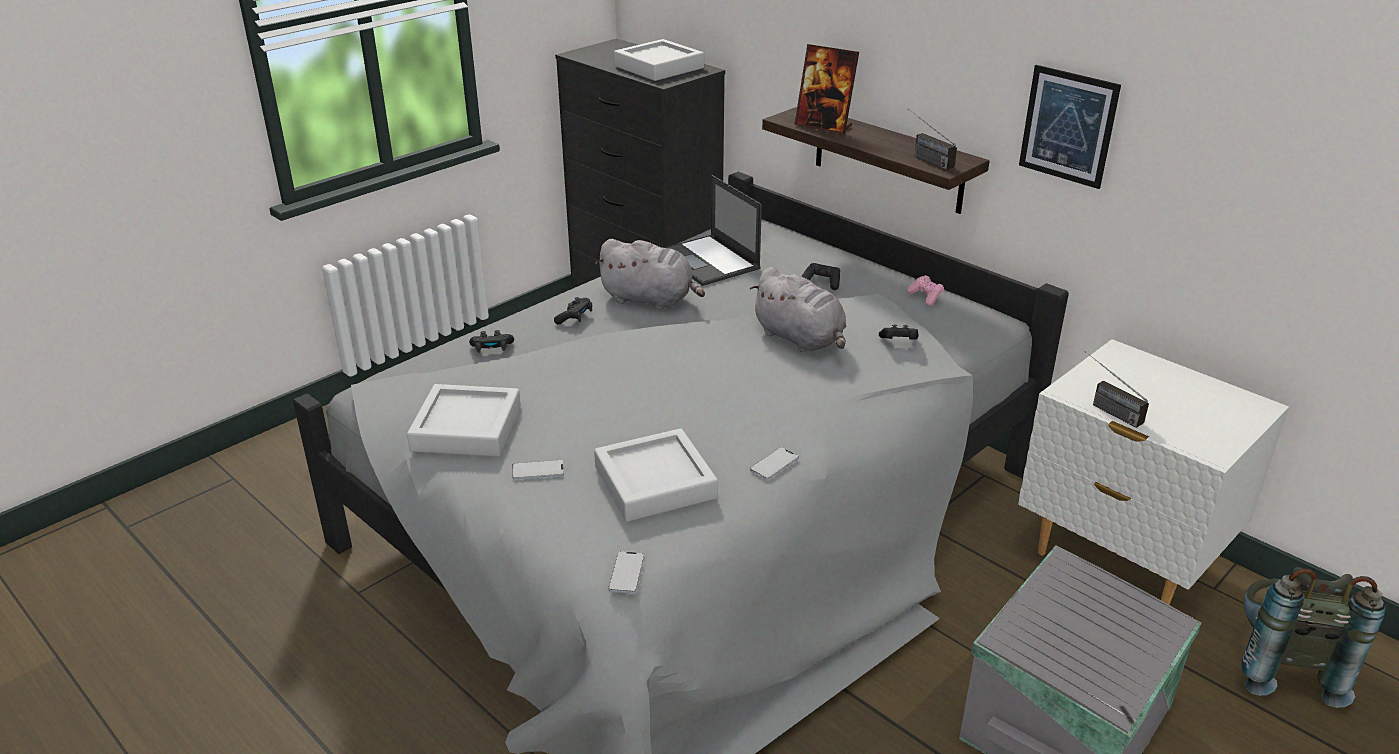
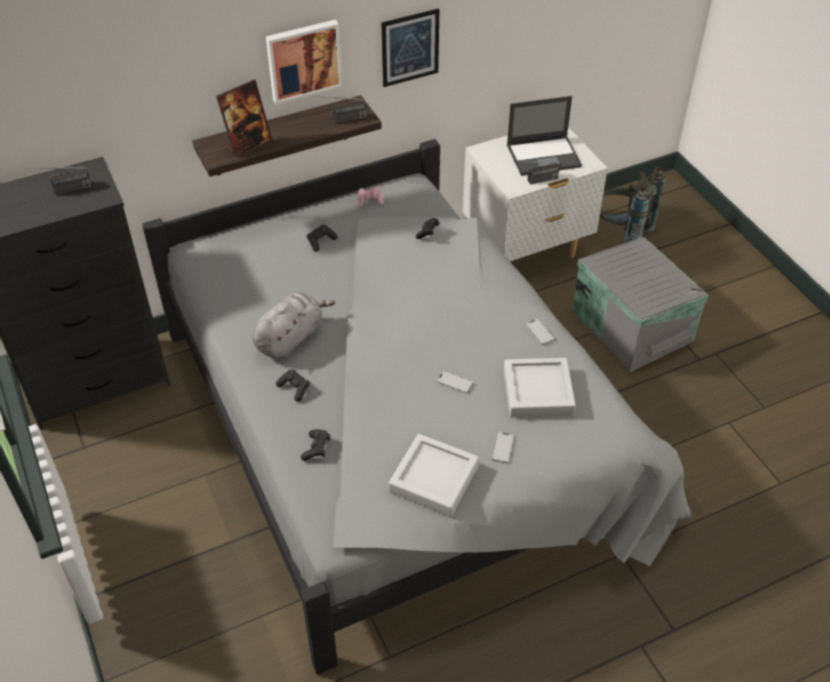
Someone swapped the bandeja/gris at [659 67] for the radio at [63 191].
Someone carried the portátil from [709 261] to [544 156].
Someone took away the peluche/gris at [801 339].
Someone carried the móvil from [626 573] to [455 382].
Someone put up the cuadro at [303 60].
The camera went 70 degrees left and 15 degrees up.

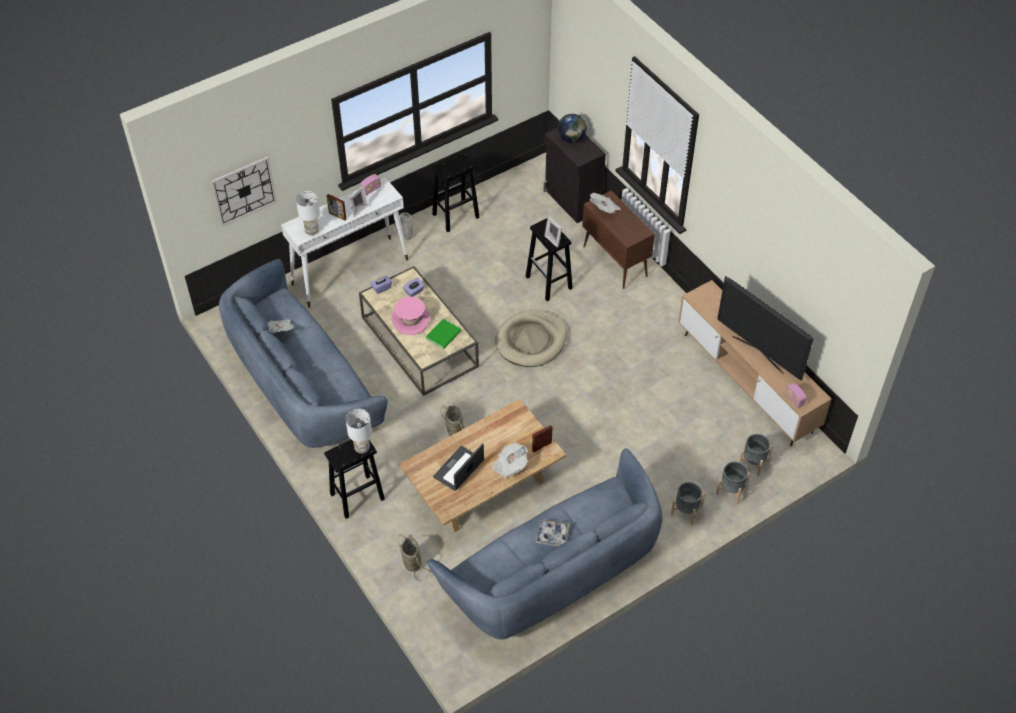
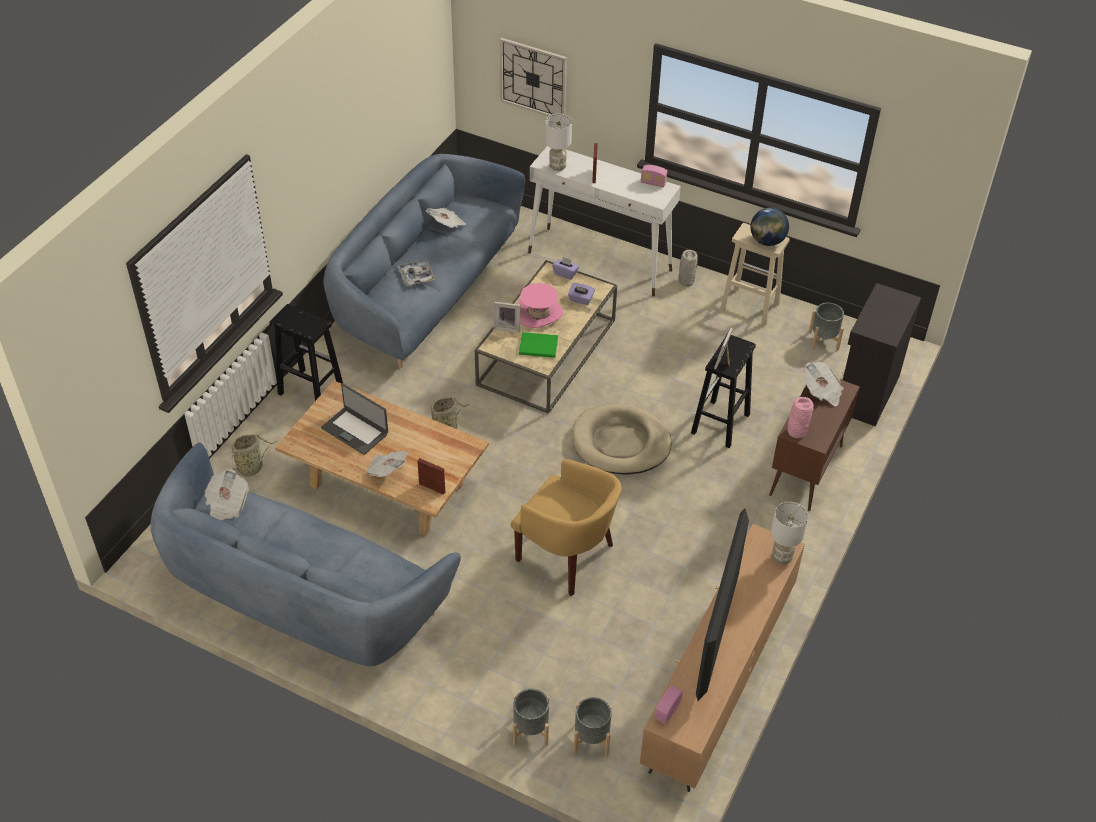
Someone carried the globo terráqueo from [571 139] to [767 241].
Someone repainted the taburete/negro at [455 216], which became the taburete/beis at [748 306].
Someone carried the portarretratos from [358 209] to [507 327].
Someone carried the lámpara de mesa/blanco from [362 448] to [782 558].
Someone rotated the portátil at [459 469] by 150 degrees counterclockwise.
Someone carried the maceta/gris from [686 511] to [824 340].
Someone carried the bandeja from [552 535] to [416 276].
Someone put down the florero/rosa at [796 431].
Someone put down the sillón/amarillo at [567 556].
Someone put down the periódico at [227 504].
The camera went 60 degrees right and 5 degrees down.

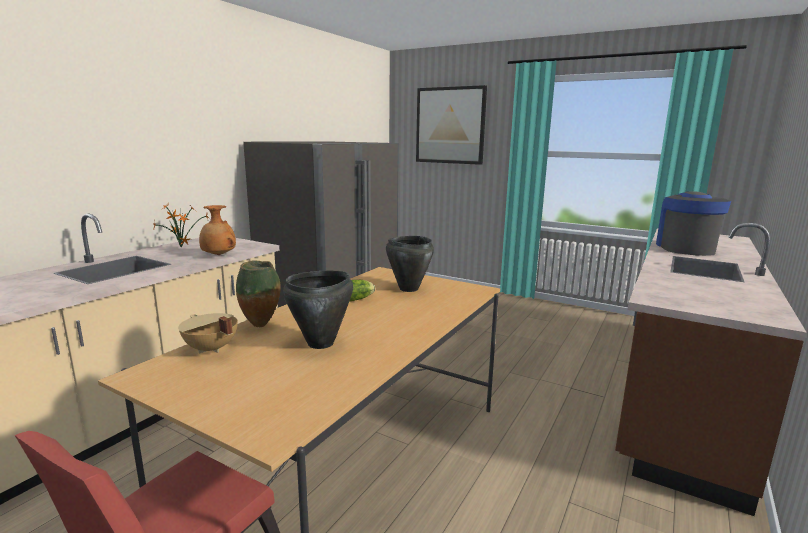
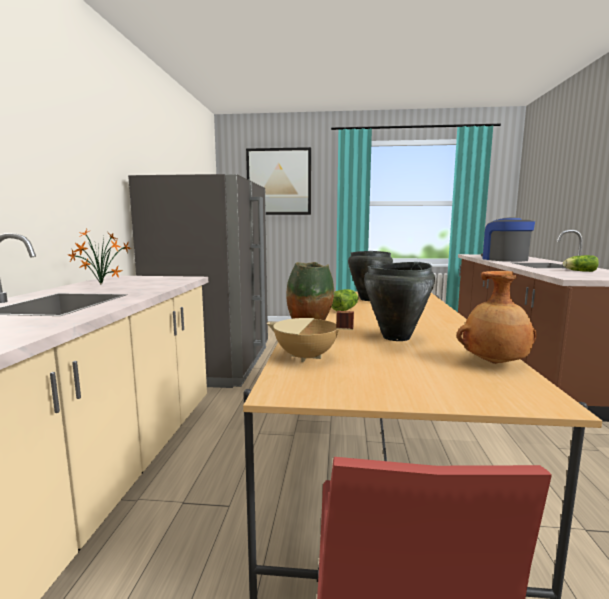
Someone carried the florero/marrón from [218 255] to [495 363].
Someone put down the lechuga at [579 271].
The camera went 25 degrees left and 5 degrees down.

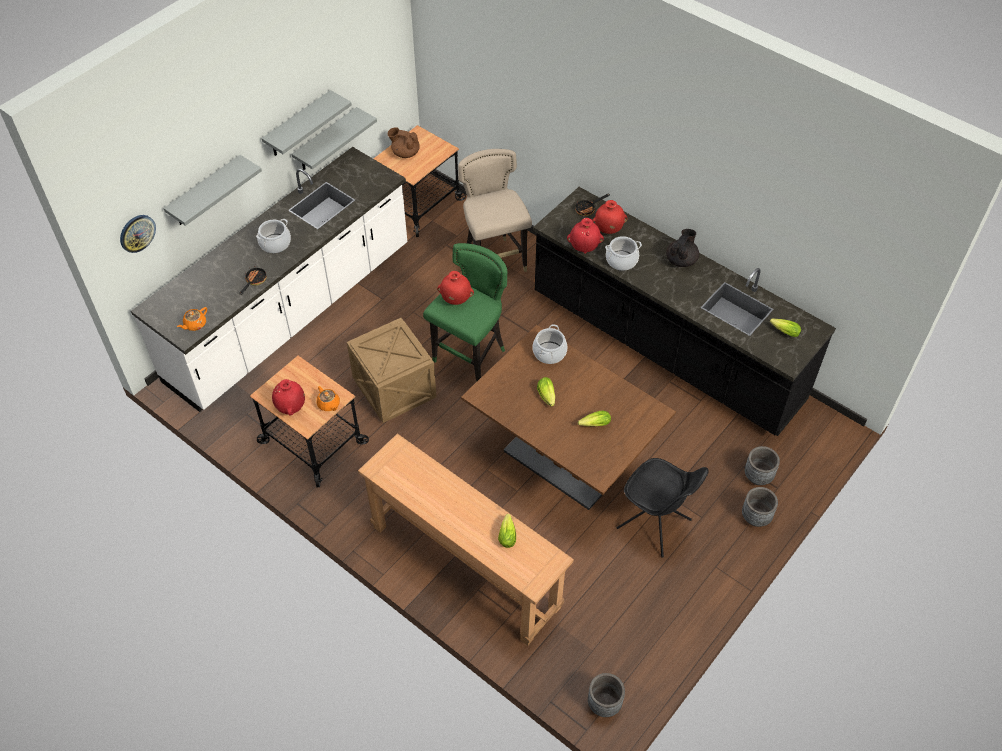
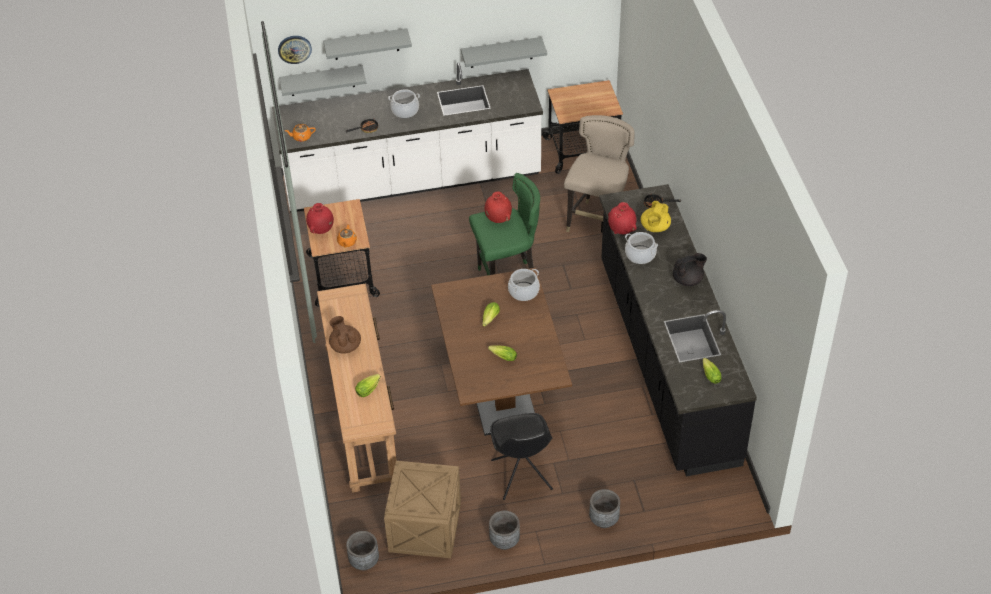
Someone carried the estante/gris from [298 125] to [322 80].
Someone carried the tetera/marrón from [405 153] to [345 346].
Someone swapped the florero/rojo at [608 230] for the tetera/amarillo at [655 227].
Someone carried the caja de embalaje from [395 389] to [425 528].
Someone carried the maceta/gris from [758 476] to [504 541].
The camera went 40 degrees right and 5 degrees down.

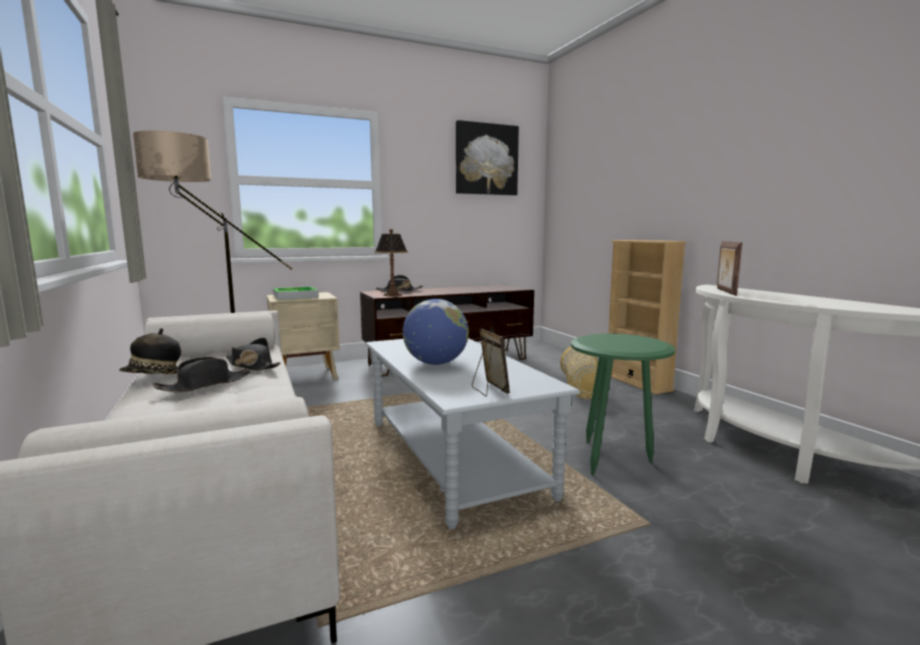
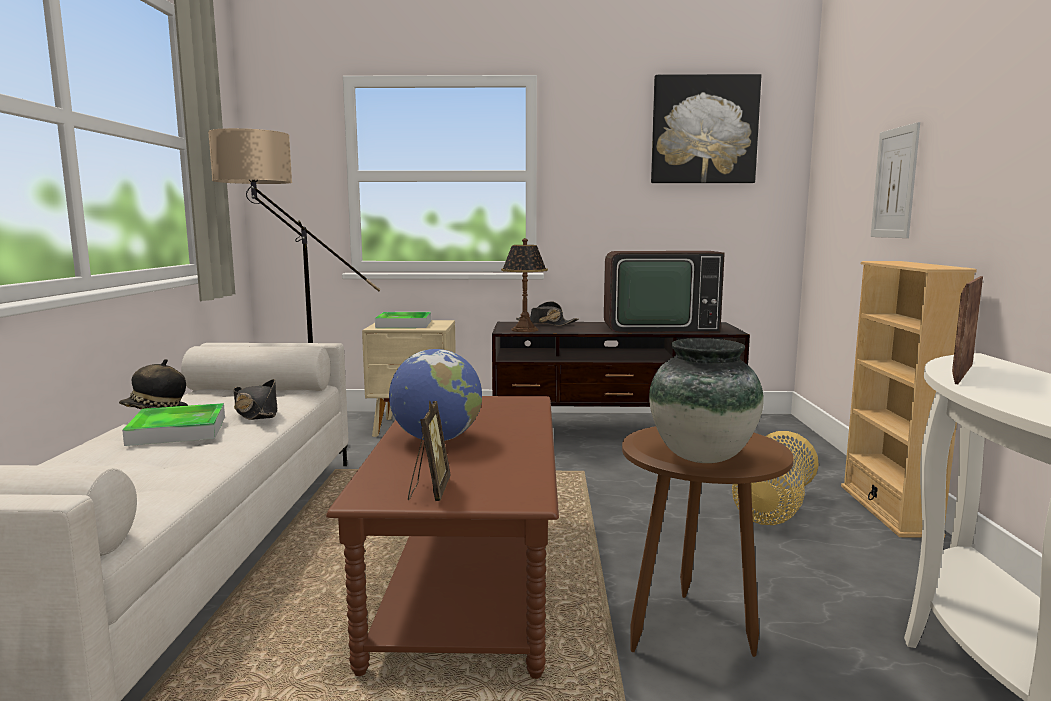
Someone repainted the mesa auxiliar/verde at [614 460], which became the mesa auxiliar/marrón at [696 635].
Someone repainted the mesa de centro/gris at [453 457], which became the mesa de centro/marrón at [468 574].
Someone swapped the sombrero/negro at [205 385] for the bandeja at [178 430].
Someone put up the cuadro at [895 183].
Someone put down the televisor at [657 328].
Someone put down the florero at [703 457].
The camera went 25 degrees right and 0 degrees up.

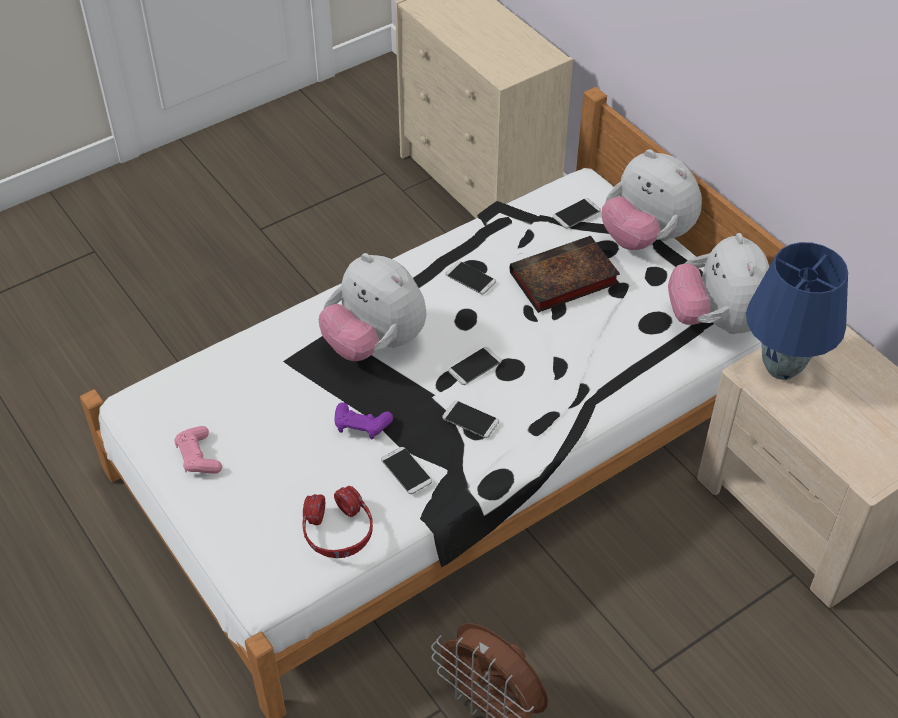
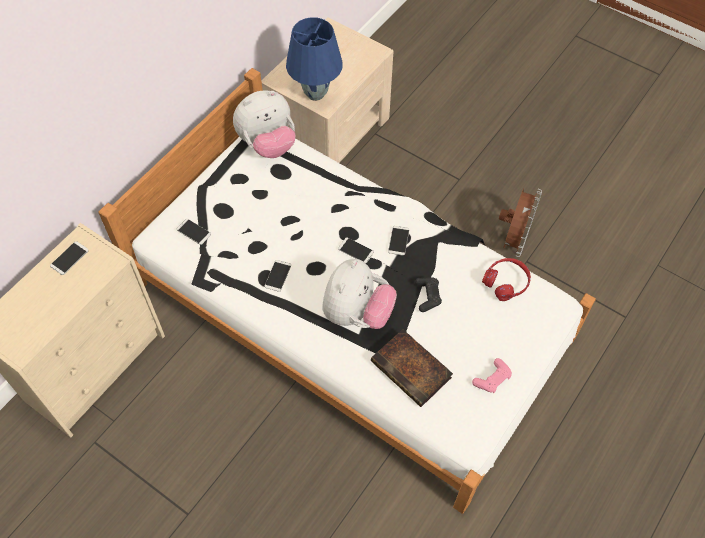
Someone took away the peluche at [646 237].
Someone carried the libro from [562 280] to [413 370].
Someone repainted the mando de consola/morado at [361 426], which became the mando de consola/negro at [428 296].
Someone carried the móvil from [406 471] to [69 258].
The camera went 110 degrees left and 10 degrees up.

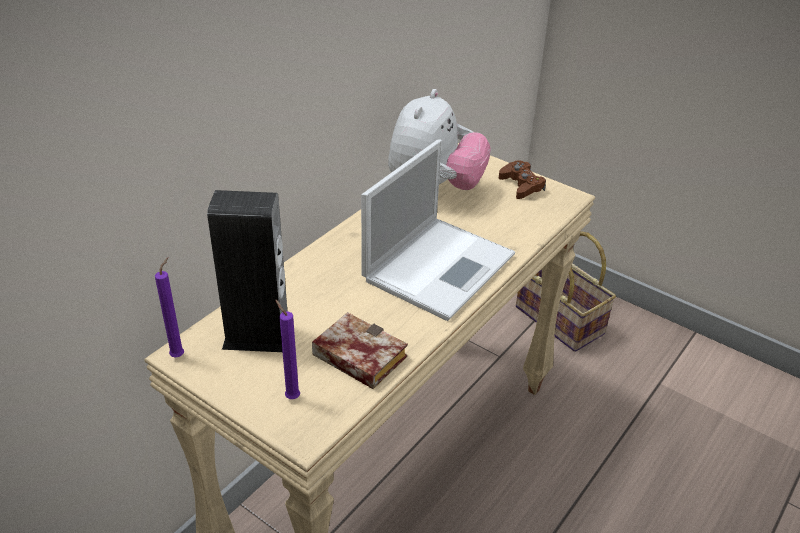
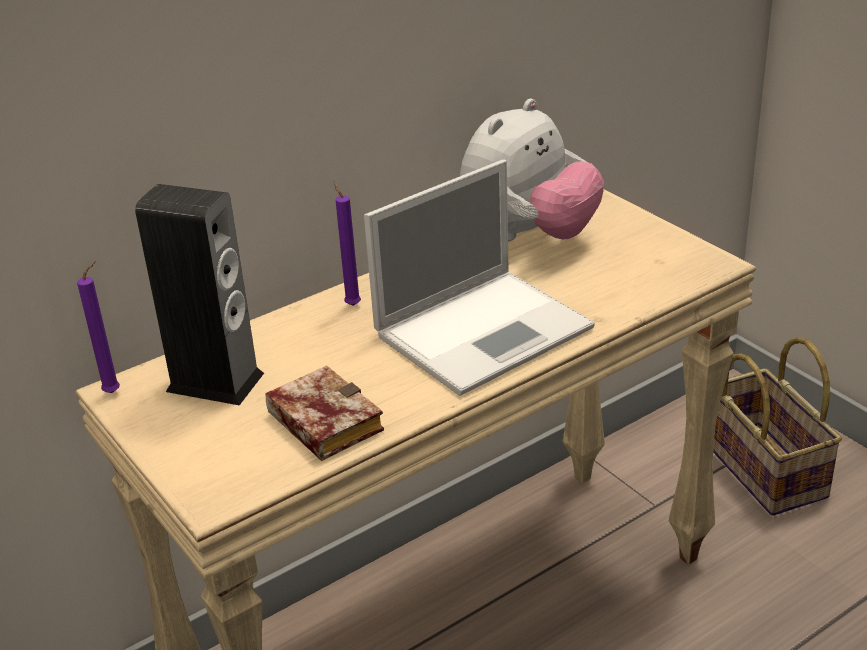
Someone took away the mando de consola/marrón at [521 185].
Someone carried the vela/morado from [291 396] to [352 304].
The camera went 20 degrees right and 5 degrees down.

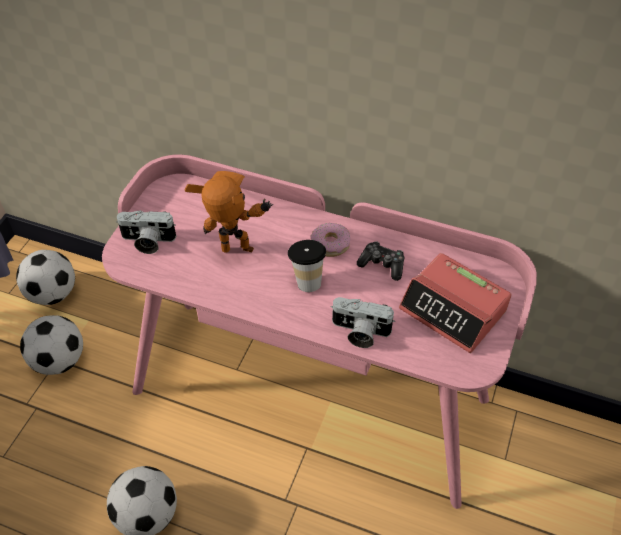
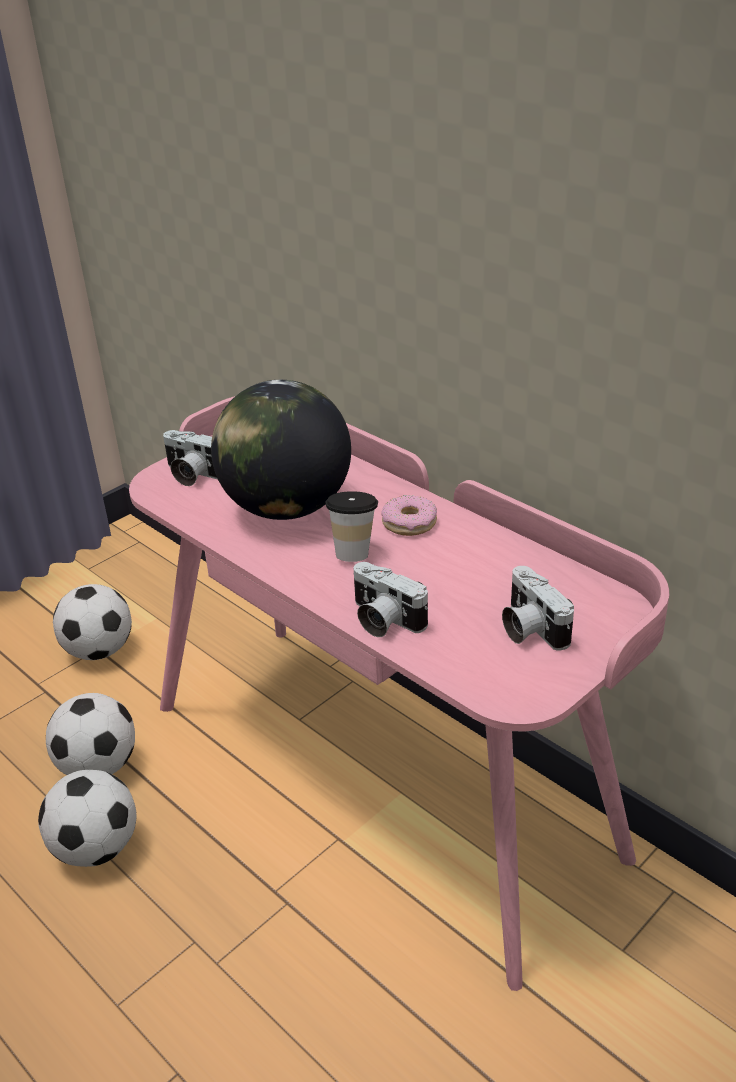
Someone swapped the robot de juguete at [237 254] for the globo terráqueo at [287 508].
Someone took away the mando de consola at [382 265].
Someone carried the balón de fútbol from [53 294] to [99 766].
Someone swapped the despertador at [453 310] for the cámara at [529 628].
The camera went 25 degrees right and 15 degrees down.

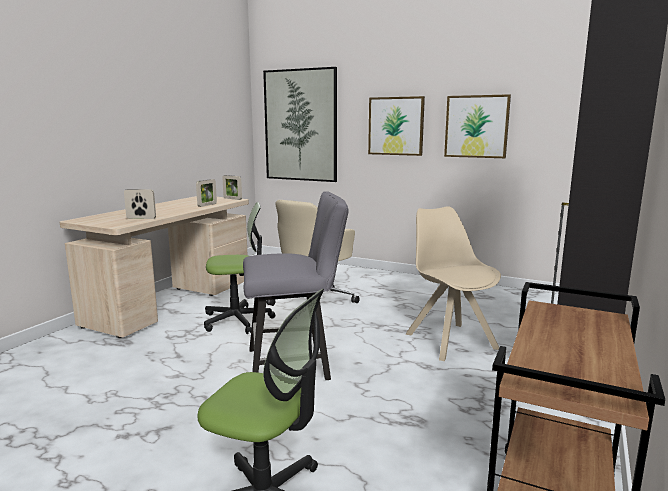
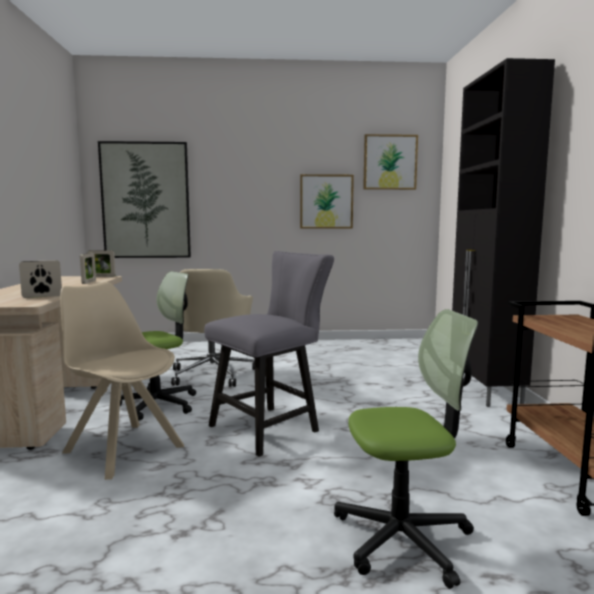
Someone carried the cuadro from [396 126] to [390 162].
Someone carried the silla/beis from [449 340] to [122 448].
The camera went 30 degrees left and 5 degrees down.

